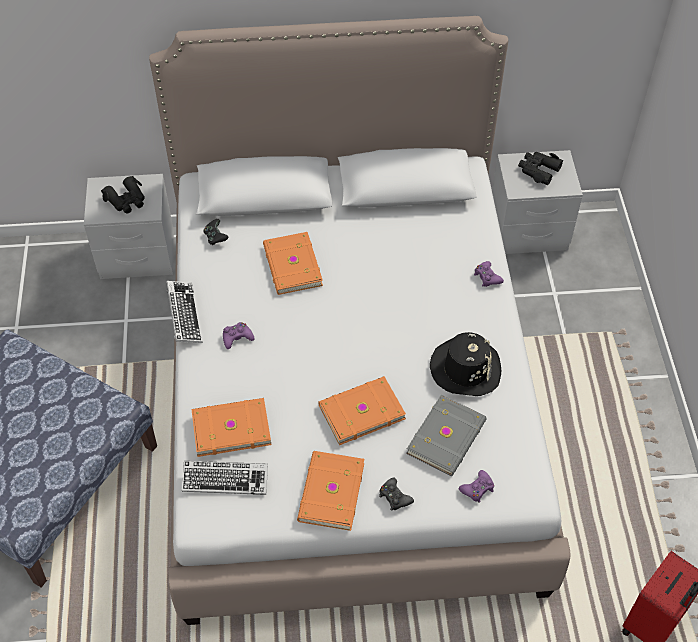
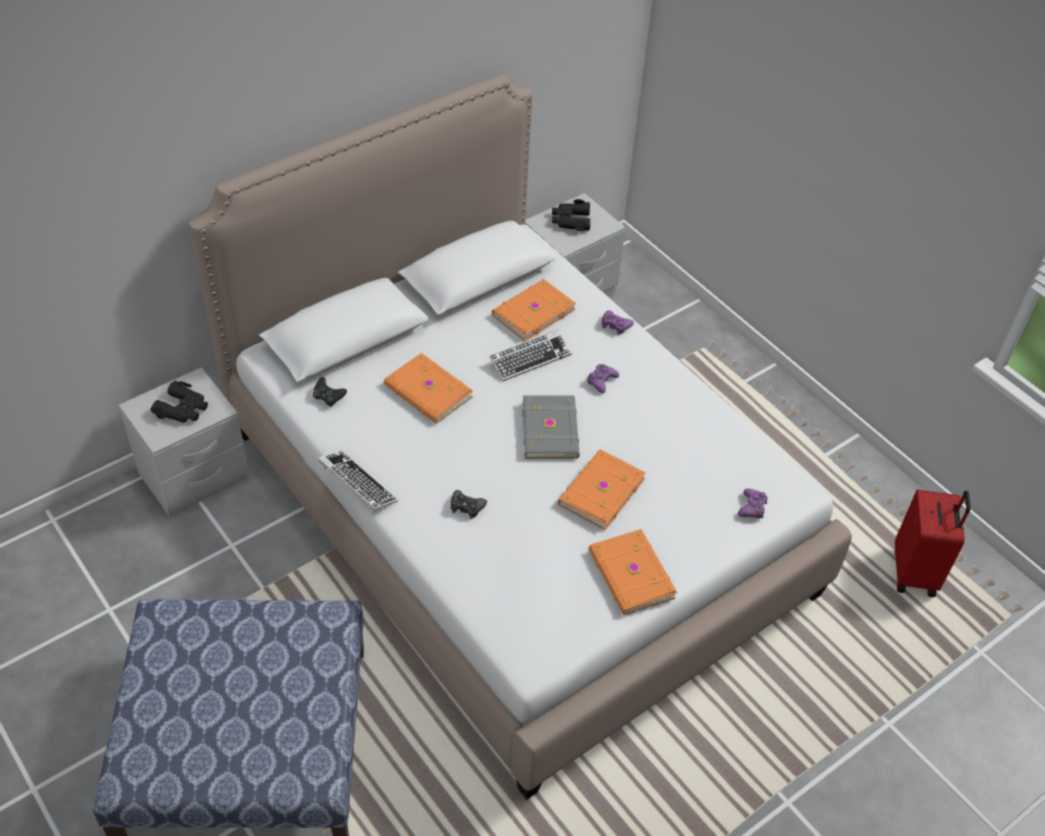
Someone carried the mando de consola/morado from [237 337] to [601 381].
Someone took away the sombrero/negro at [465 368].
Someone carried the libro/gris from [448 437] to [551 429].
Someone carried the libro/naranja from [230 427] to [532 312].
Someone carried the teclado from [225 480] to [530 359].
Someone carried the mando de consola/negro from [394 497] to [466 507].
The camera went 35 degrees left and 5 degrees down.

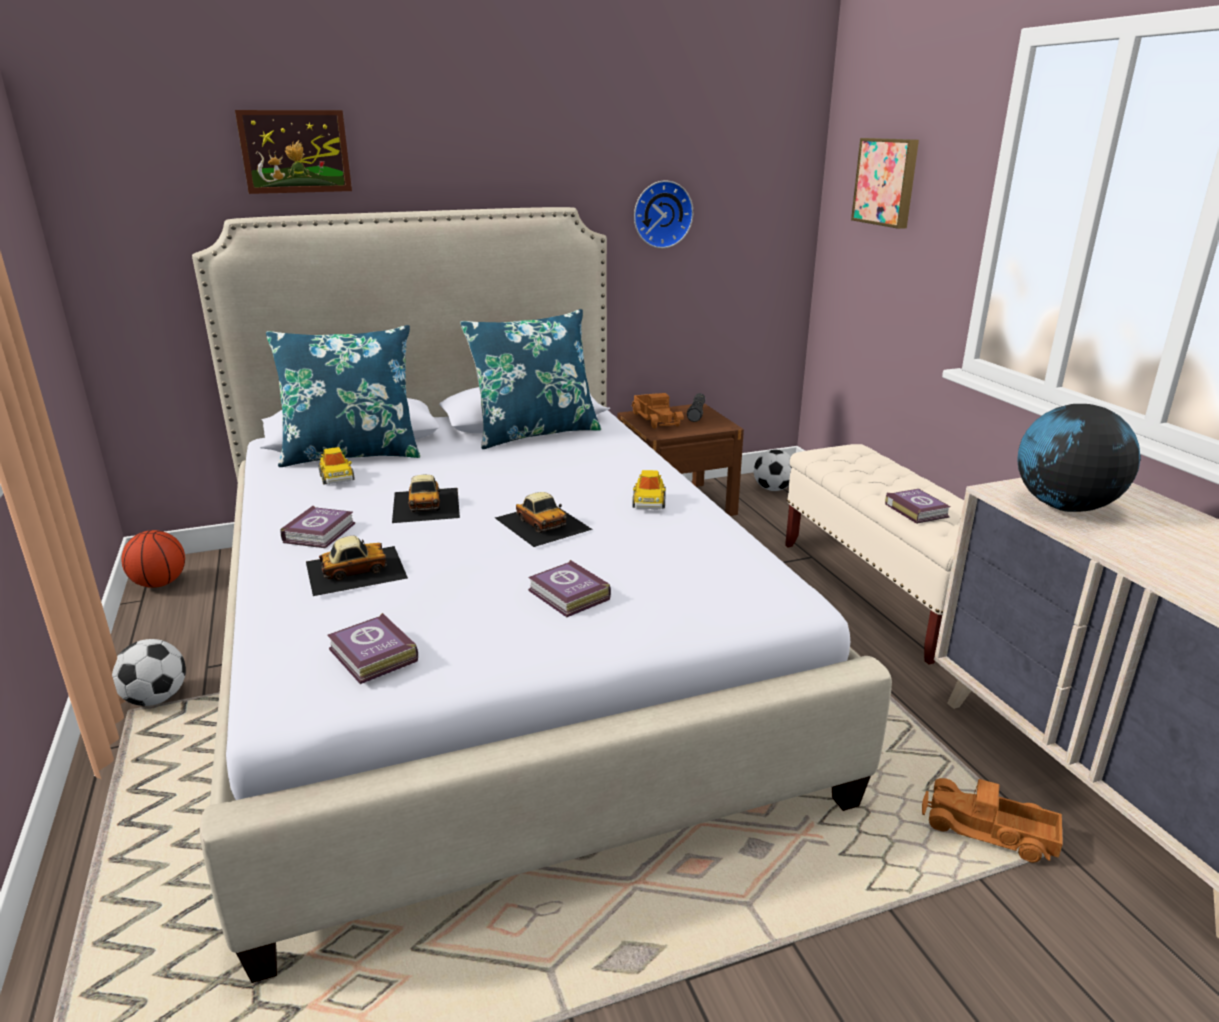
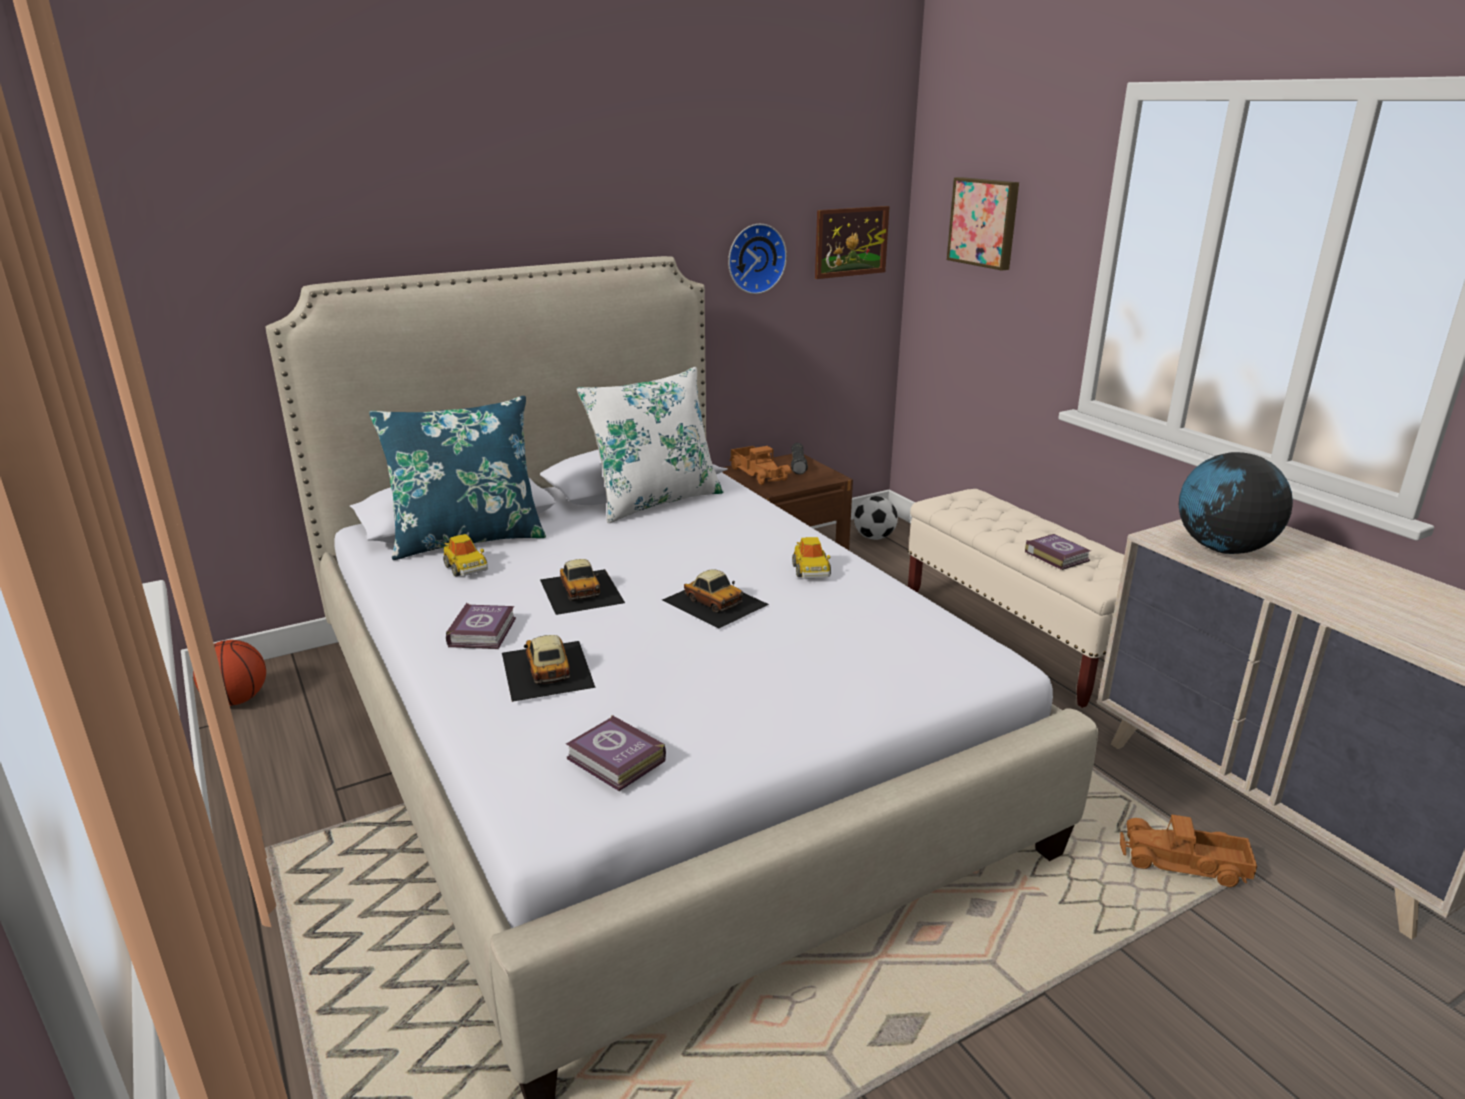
Someone carried the cuadro from [295 151] to [851 242].
Someone repainted the cojín/azul at [535 433], which became the cojín/blanco at [655 501].
Someone rotated the coche de juguete at [355 569] by 75 degrees counterclockwise.
Someone took away the libro at [568 596].
Someone took away the balón de fútbol at [155 699].
The camera went 10 degrees left and 0 degrees up.

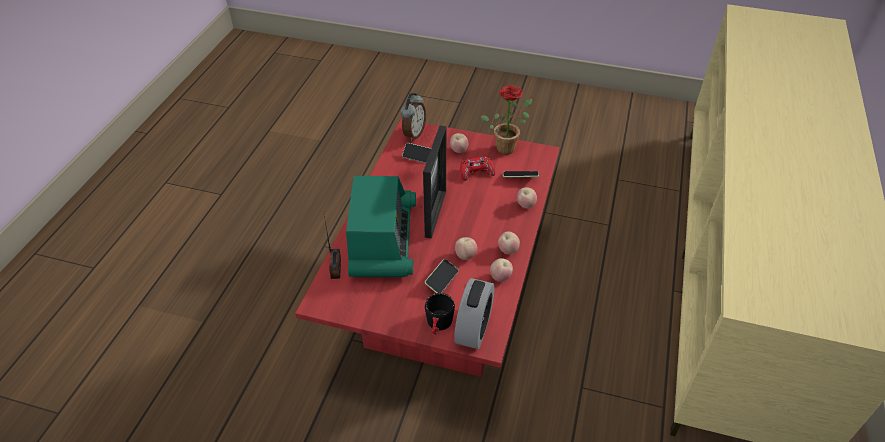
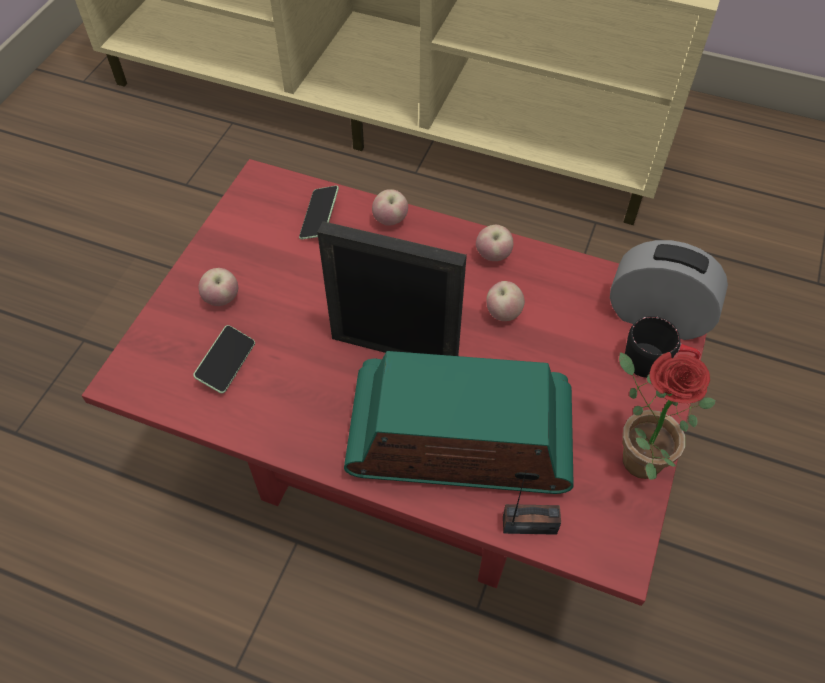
Someone carried the planta en maceta from [507 147] to [633 455].
Someone took away the despertador at [413 134].
Someone took away the mando de consola/rojo at [476 172].
Someone took away the manzana at [500 277].
Someone took away the móvil at [441 280].
The camera went 85 degrees left and 10 degrees up.

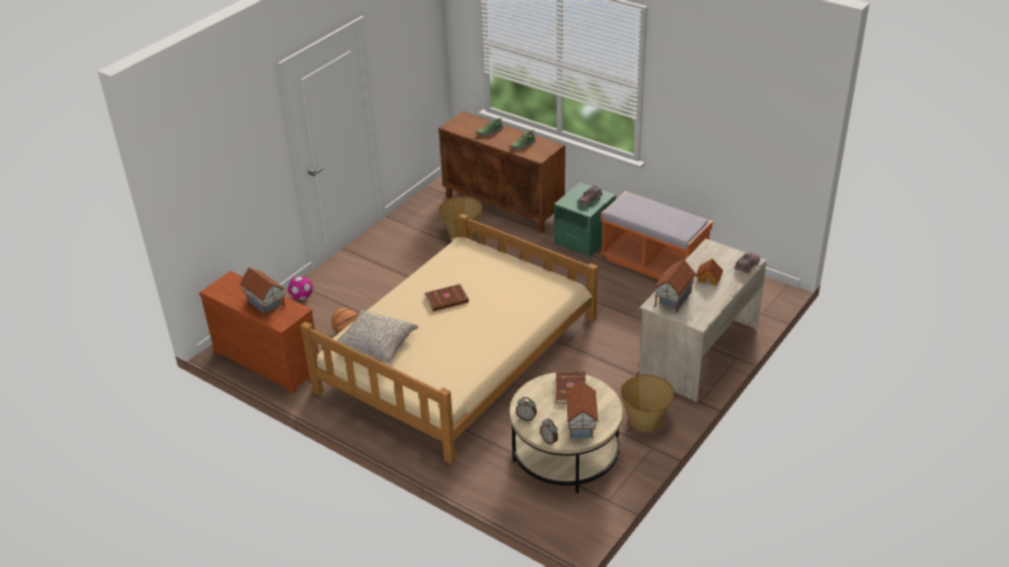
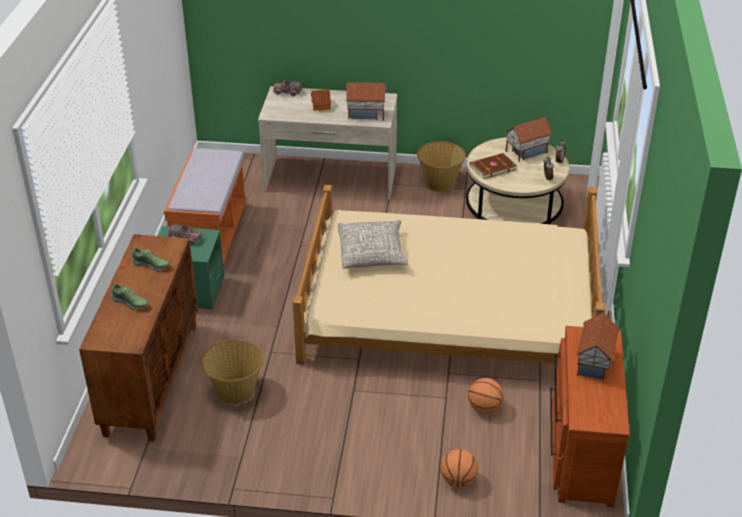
Someone swapped the balón de fútbol at [302 297] for the balón de baloncesto at [458 480].
Someone took away the libro/marrón at [447 300].
Someone carried the cojín/gris from [375 344] to [372 253].
The camera went 120 degrees left and 0 degrees up.

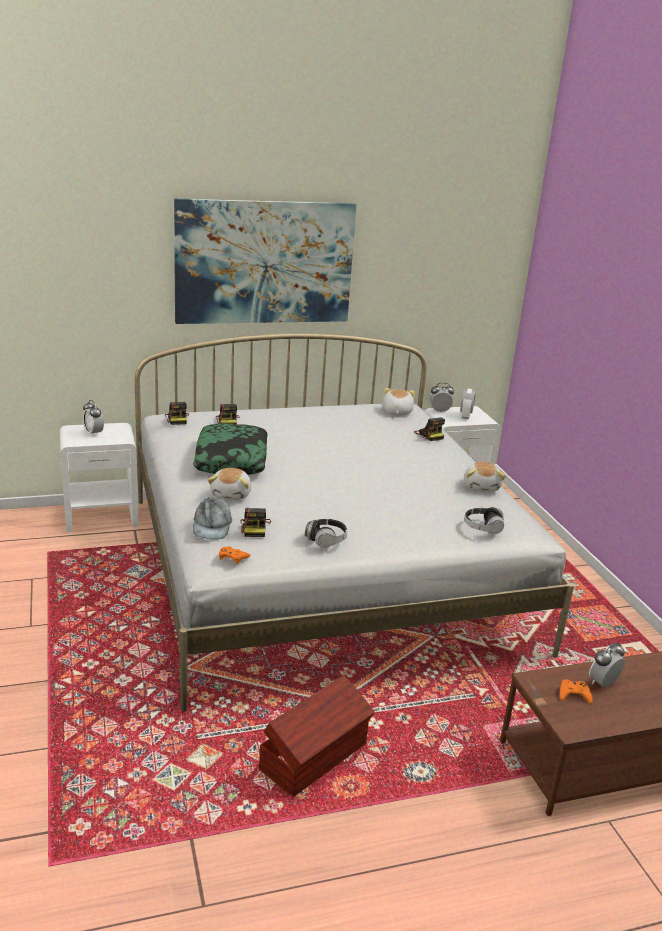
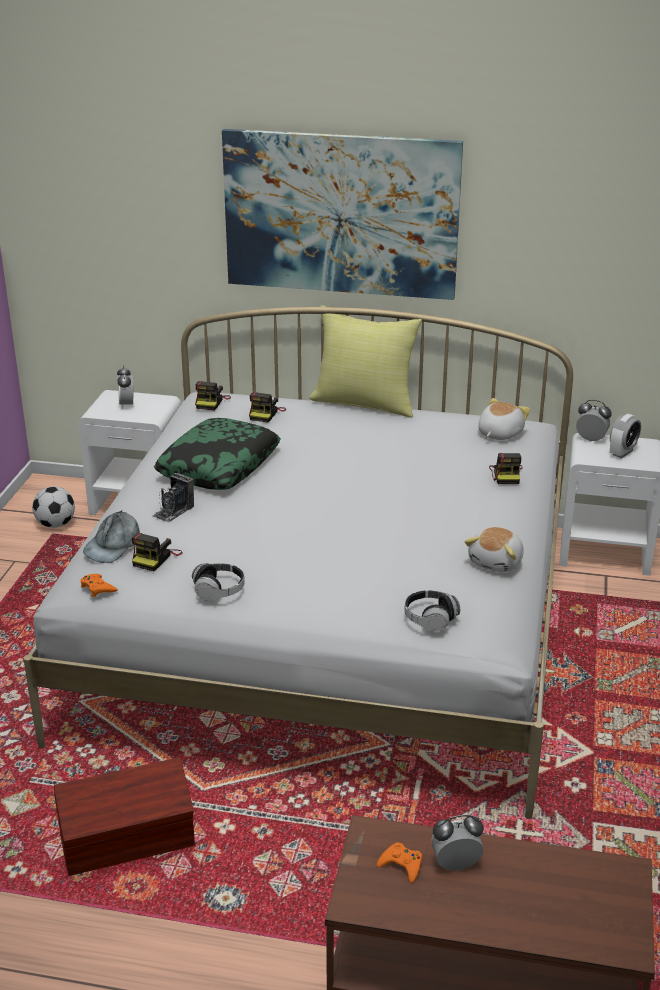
Someone swapped the peluche at [232 494] for the cámara at [173 511].
Someone put down the cojín/amarillo at [365 403].
Someone put down the balón de fútbol at [56 524].
The camera went 30 degrees right and 5 degrees up.

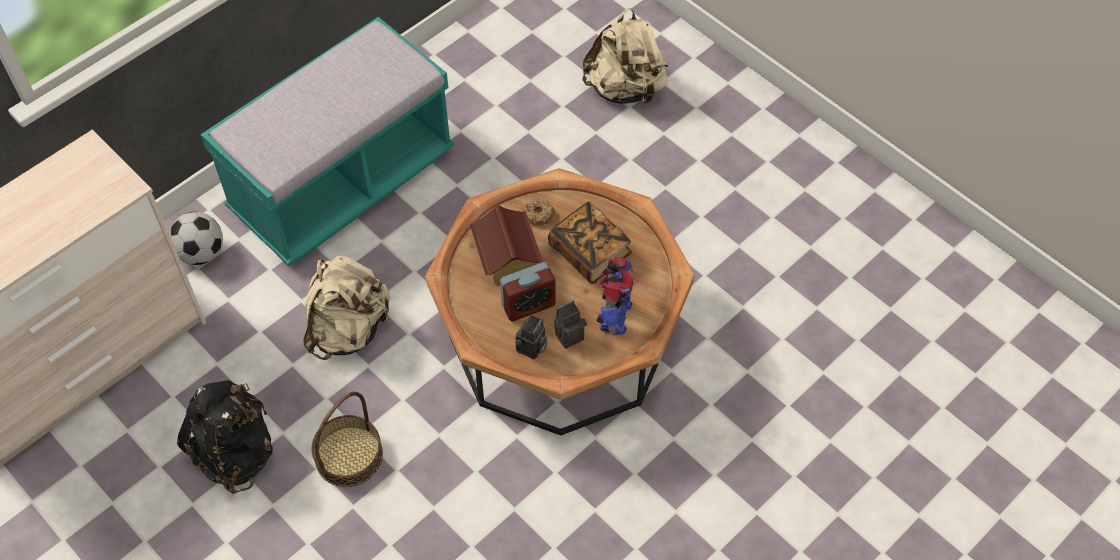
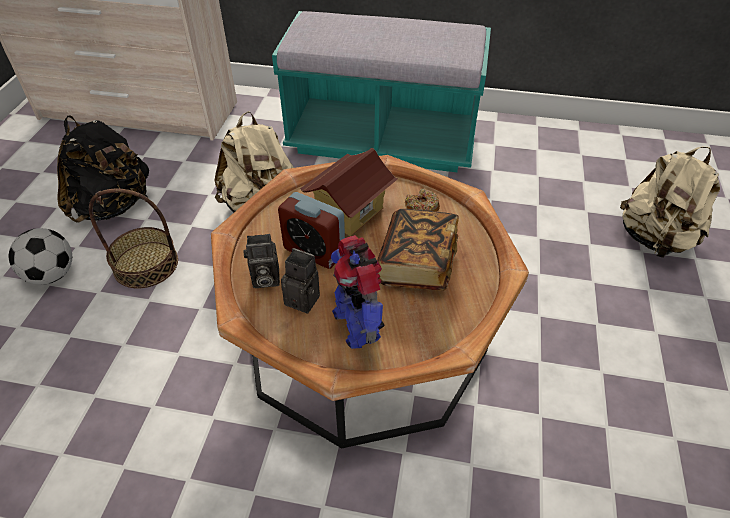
Someone carried the balón de fútbol from [201 253] to [52 274].
Someone rotated the robot de juguete at [614 316] by 90 degrees clockwise.
The camera went 55 degrees right and 10 degrees down.

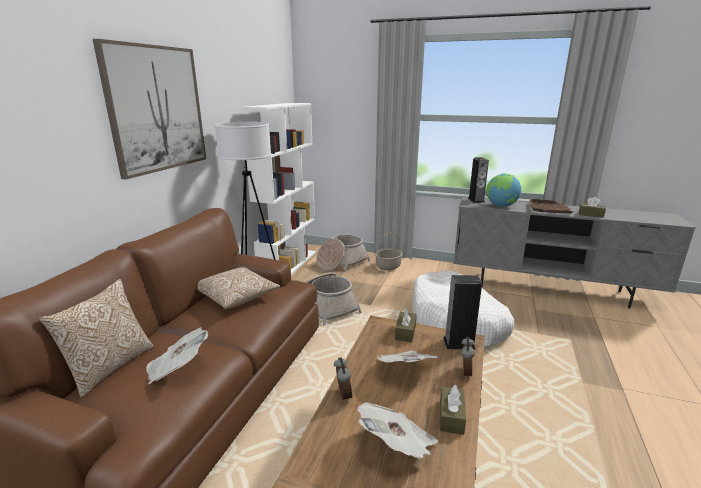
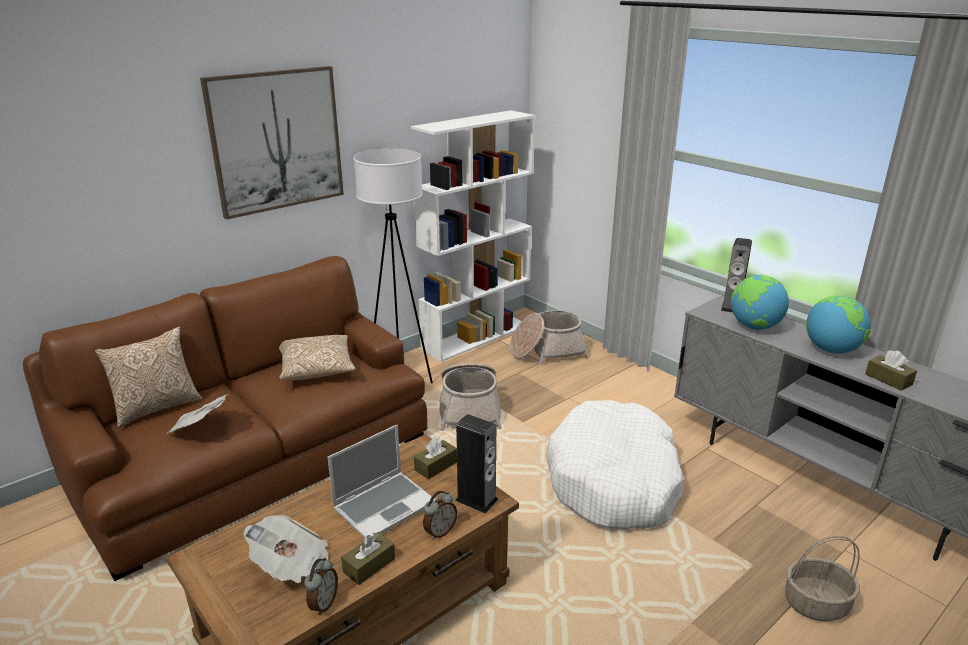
Someone swapped the bandeja/marrón at [549 208] for the globo terráqueo at [831 350].
Someone carried the cesta from [388 266] to [816 603].
Someone swapped the periódico at [406 370] for the portátil at [384 505].
Someone carried the despertador from [342 395] to [323 604].
The camera went 30 degrees right and 5 degrees up.

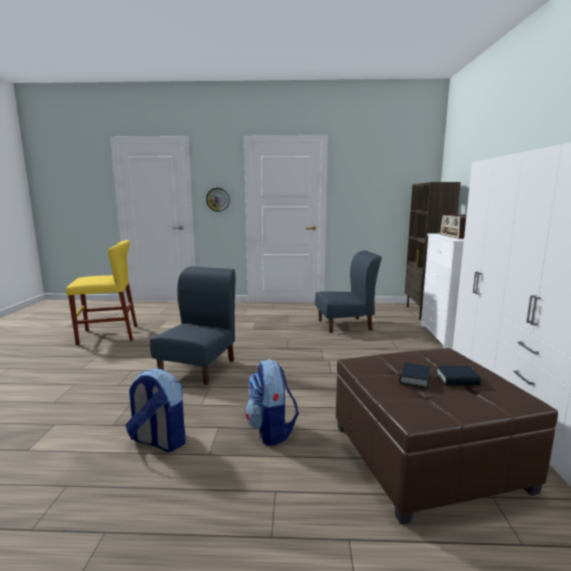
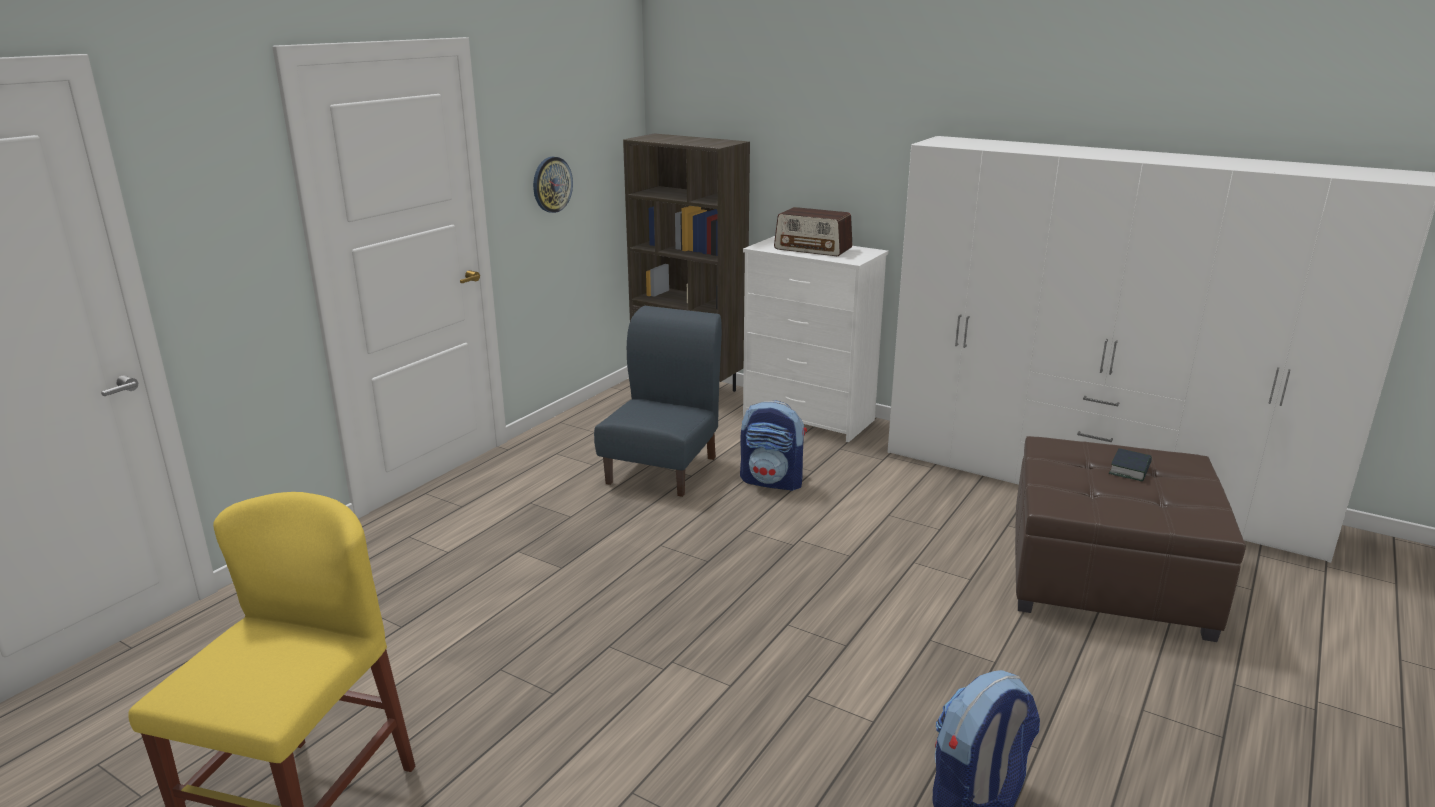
Someone carried the reloj de pared from [218 199] to [551 184].
Someone took away the silla/azul at [199 368].
Someone carried the mochila from [271 430] to [772 481].
Someone took away the libro at [414 378].
The camera went 60 degrees left and 10 degrees up.

